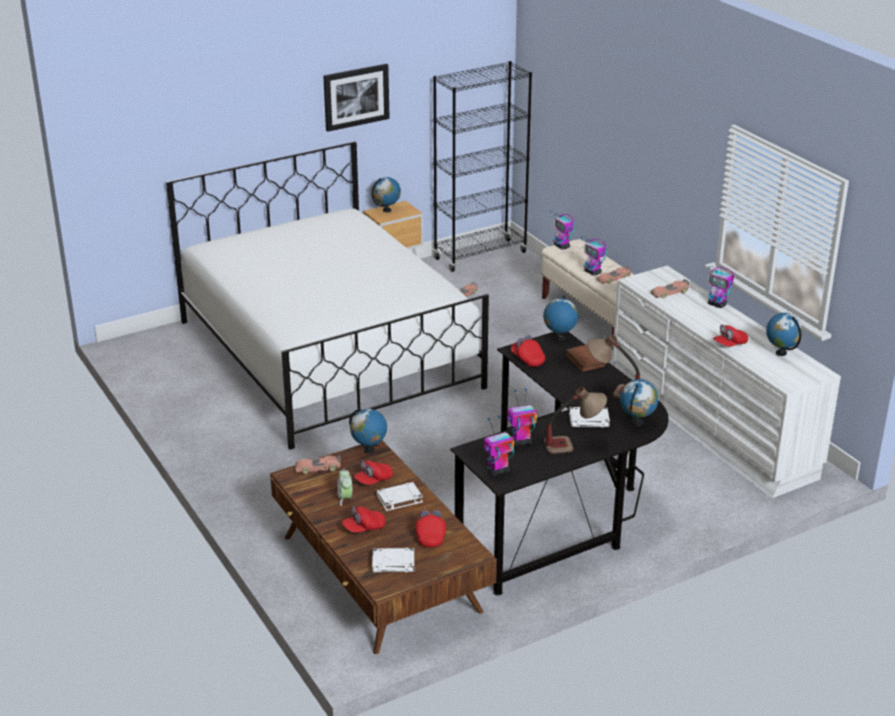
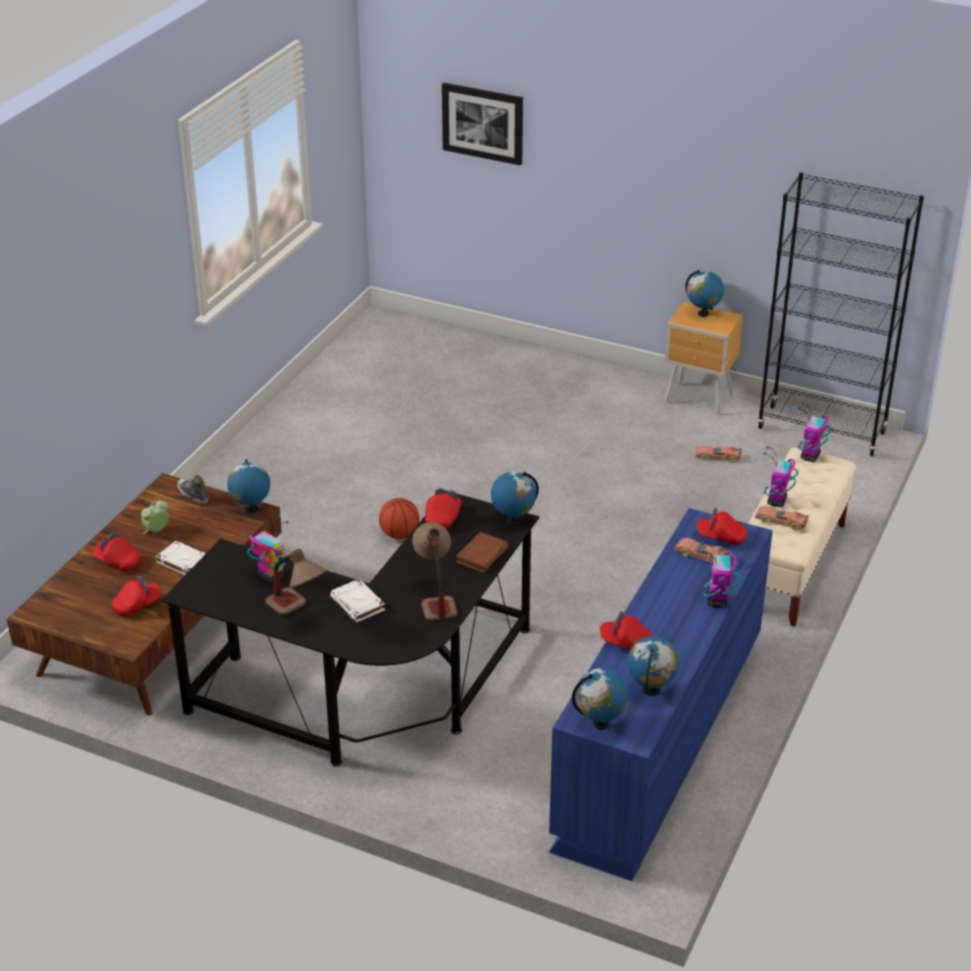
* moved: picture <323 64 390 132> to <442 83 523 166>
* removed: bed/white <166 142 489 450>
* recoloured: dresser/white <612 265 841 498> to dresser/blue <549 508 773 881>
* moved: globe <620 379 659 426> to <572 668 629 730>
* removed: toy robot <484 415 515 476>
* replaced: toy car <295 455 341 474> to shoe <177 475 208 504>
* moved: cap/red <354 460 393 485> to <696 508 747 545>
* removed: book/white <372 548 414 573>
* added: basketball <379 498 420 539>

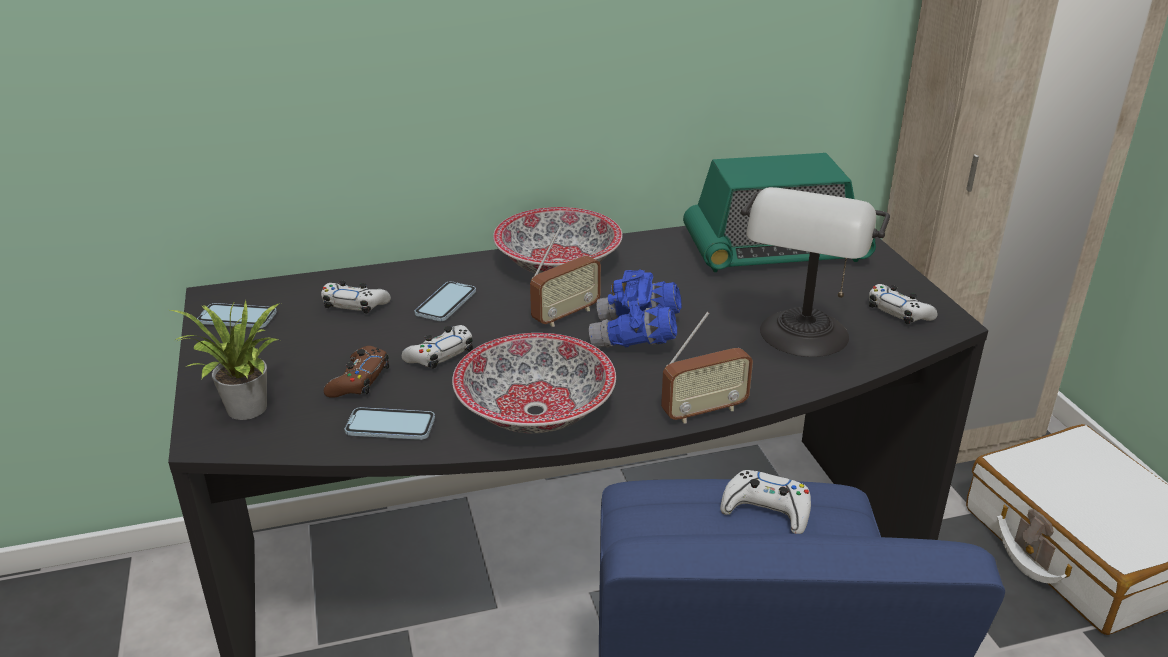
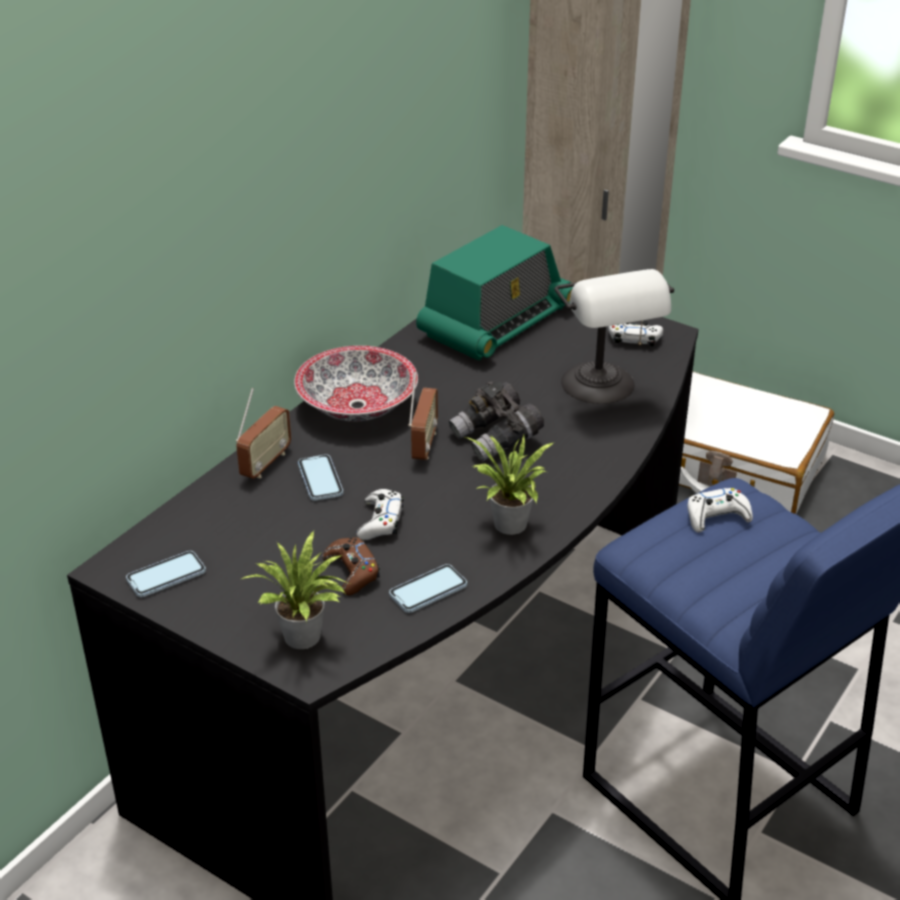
* recoloured: binoculars/blue <589 269 682 348> to binoculars/grey <449 382 544 461>
* removed: game controller/white <321 280 391 314>
* moved: radio <661 312 753 424> to <236 388 291 479>
* replaced: bowl <452 333 616 433> to potted plant <465 435 553 535>

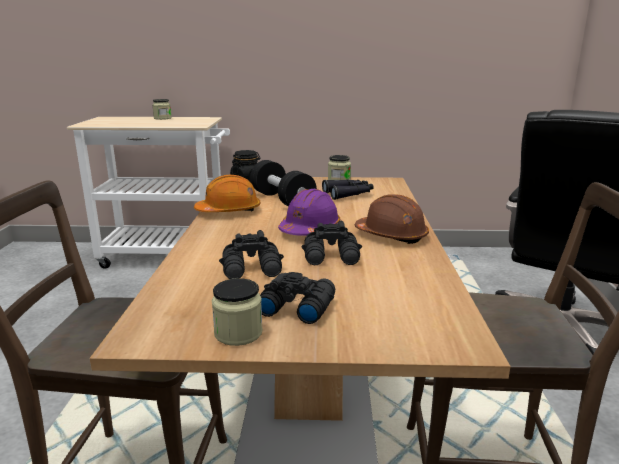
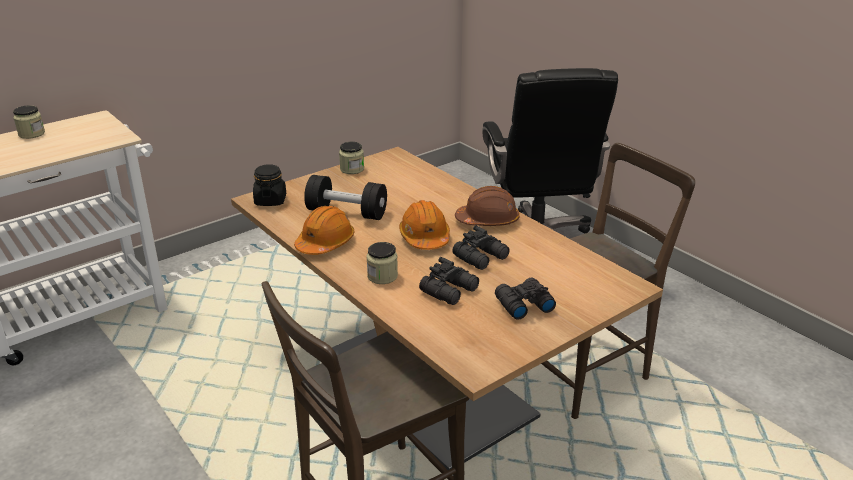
* removed: binoculars/black <322 179 373 200>
* recoloured: hard hat/purple <278 189 340 236> to hard hat/orange <399 200 450 250>
* moved: jar <212 278 263 346> to <367 242 398 284>

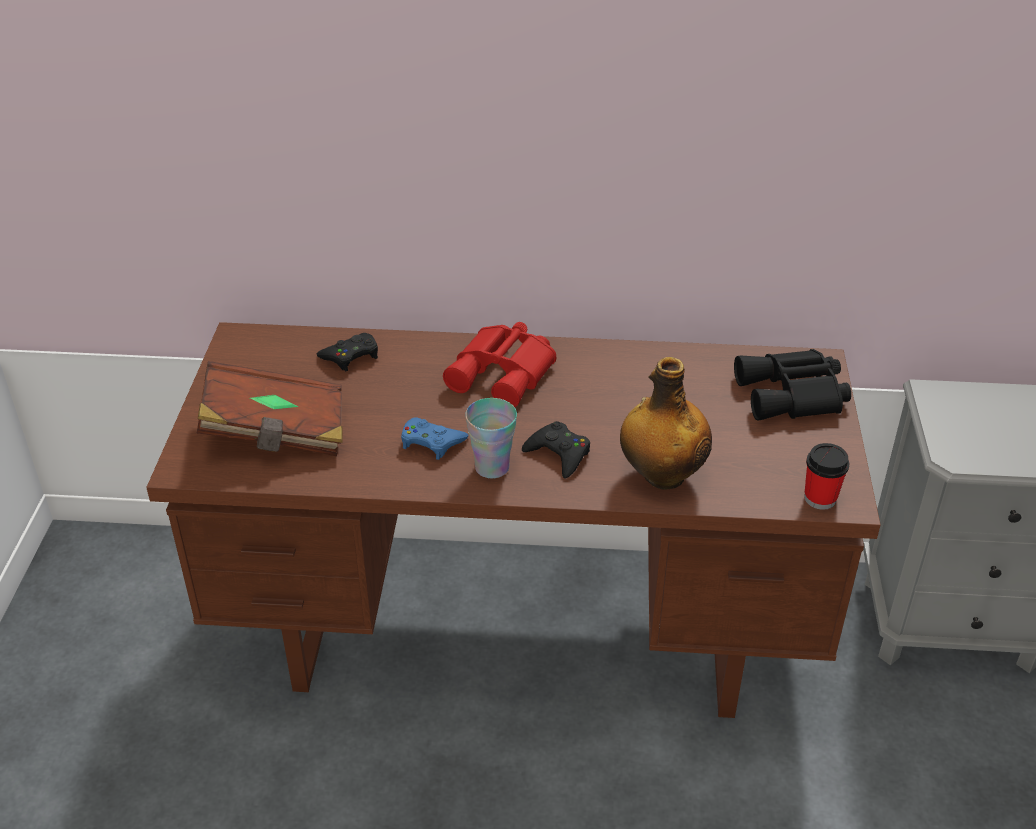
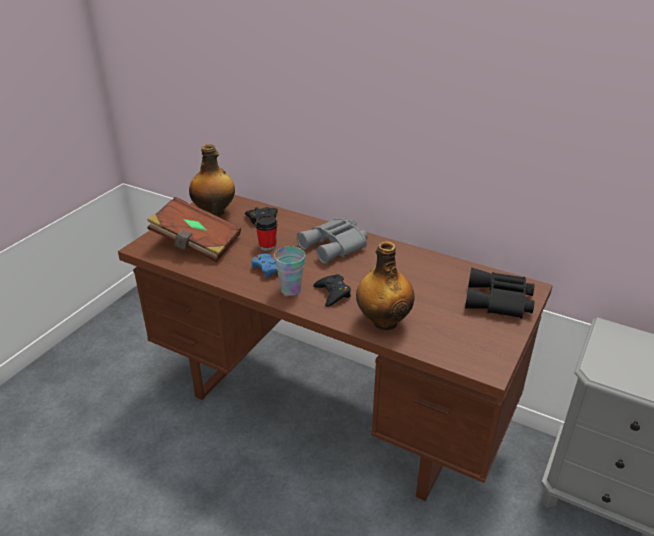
* recoloured: binoculars/red <443 322 556 407> to binoculars/grey <297 218 368 264>
* moved: cup <804 443 849 510> to <255 215 278 251>
* added: bottle <189 144 235 217>

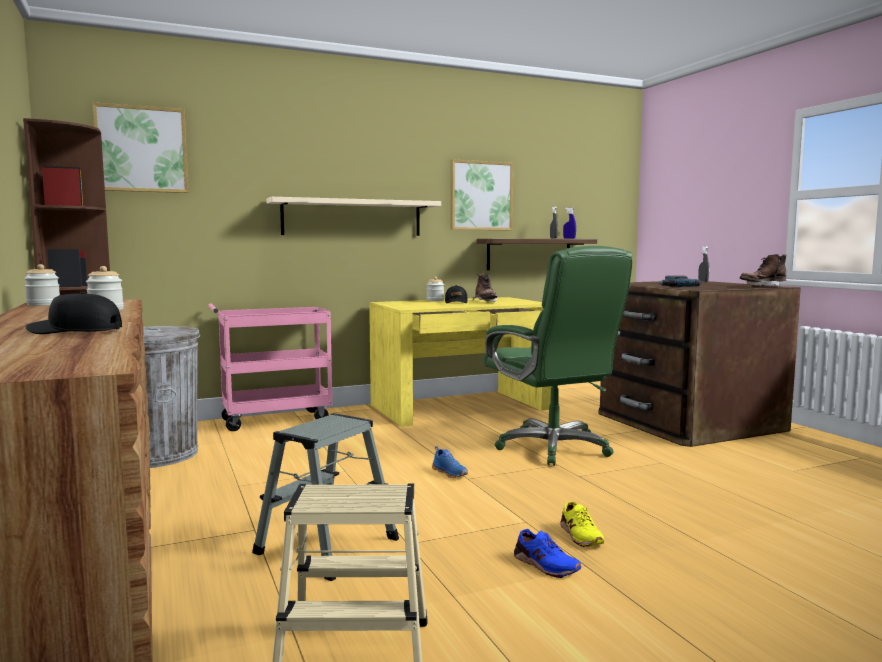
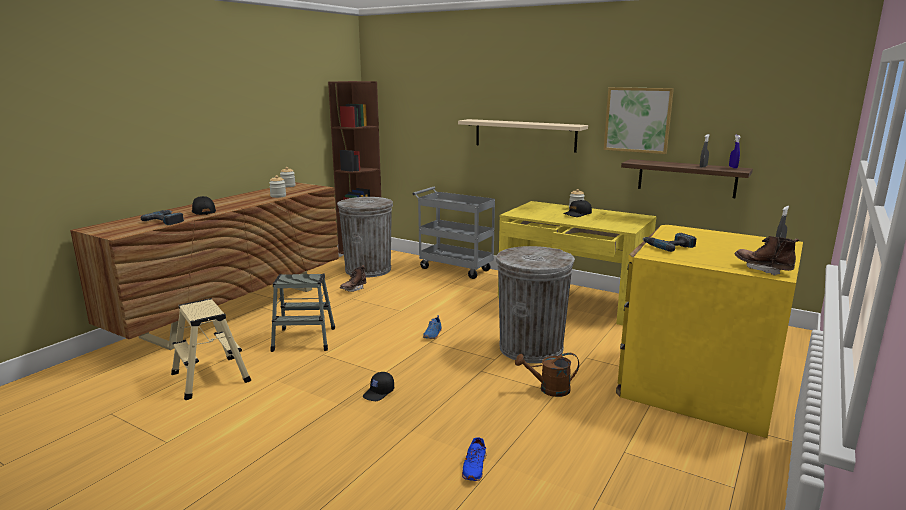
* removed: picture <92 102 188 193>
* replaced: office chair/green <484 246 632 466> to trash can/grey <496 246 575 363>
* moved: boot/brown <473 274 498 302> to <340 265 367 292>
* recoloured: dresser/brown <599 281 801 447> to dresser/yellow <616 225 803 438>
* recoloured: cart/pink <208 303 332 431> to cart/grey <412 186 495 279>
* replaced: shoe/yellow <560 502 604 547> to cap/black <363 372 394 401>
* moved: shoe/blue <514 529 581 578> to <462 437 486 481>
* added: power drill <140 210 184 225>
* added: watering can/brown <515 353 579 397>

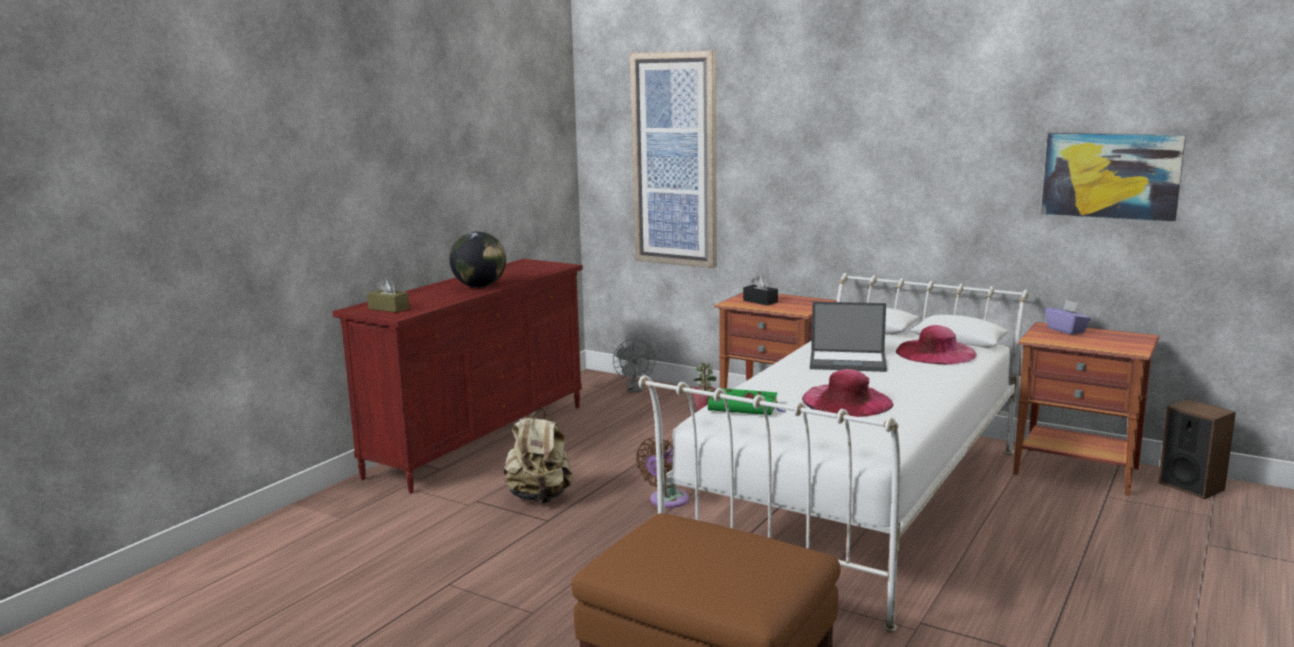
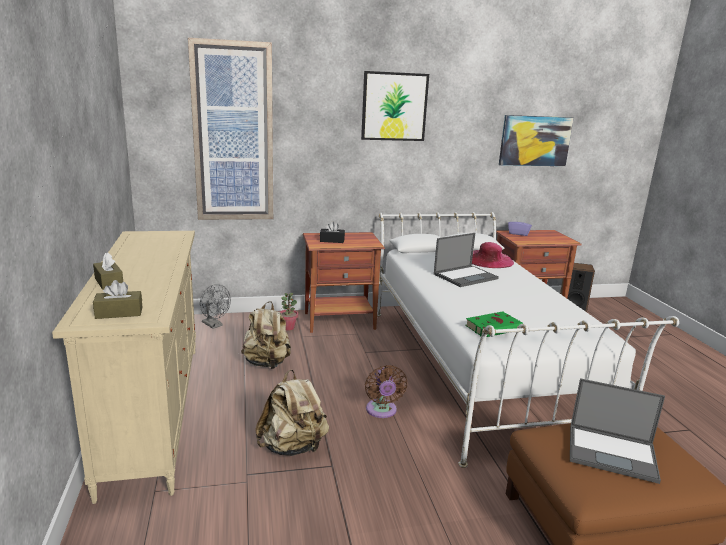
* removed: globe <449 232 506 288>
* recoloured: dresser/red <332 259 583 493> to dresser/beige <52 231 196 504>
* removed: hat/pink <802 369 893 417>
* added: picture <361 71 429 141>
* added: tissue box/brown <93 252 123 290>
* added: backpack/beige <241 301 291 369>
* added: laptop <570 378 665 484>

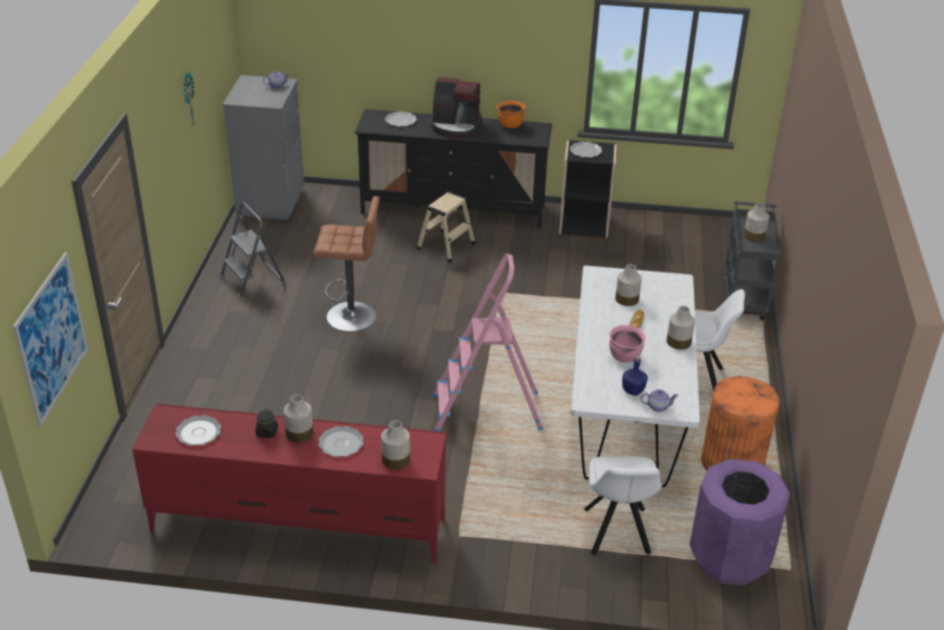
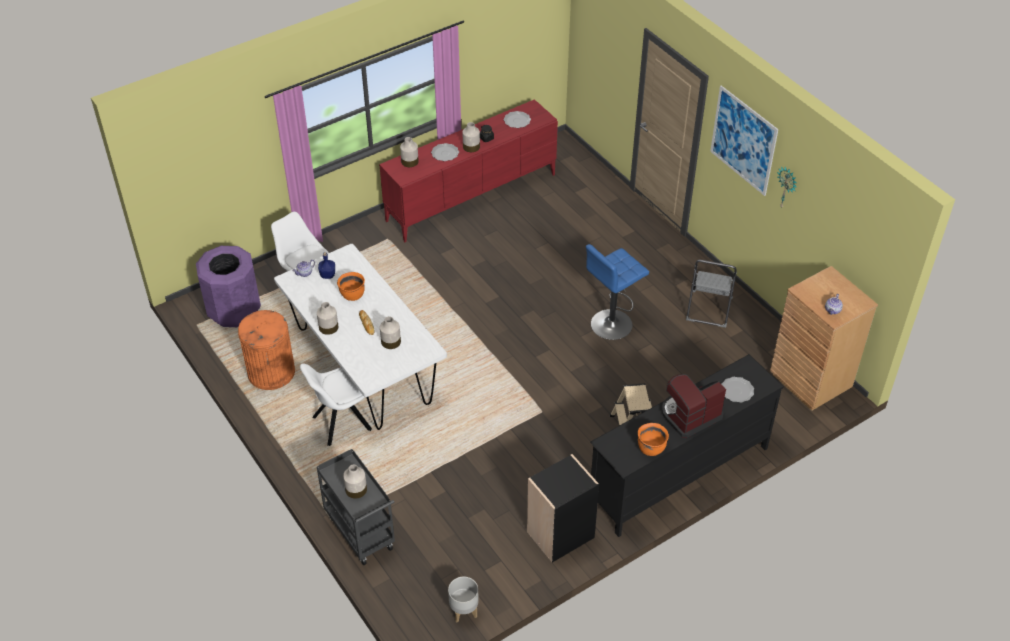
* recoloured: dresser/grey <222 75 305 220> to dresser/brown <770 266 878 411>
* removed: plate <570 142 602 158>
* recoloured: stool/brown <313 196 380 331> to stool/blue <586 244 649 340>
* moved: picture <13 252 88 427> to <710 85 778 196>
* removed: step ladder/pink <433 254 543 431>
* recoloured: cooking pot/pink <609 325 646 363> to cooking pot/orange <337 272 365 301>
* added: planter/grey <448 577 479 623>

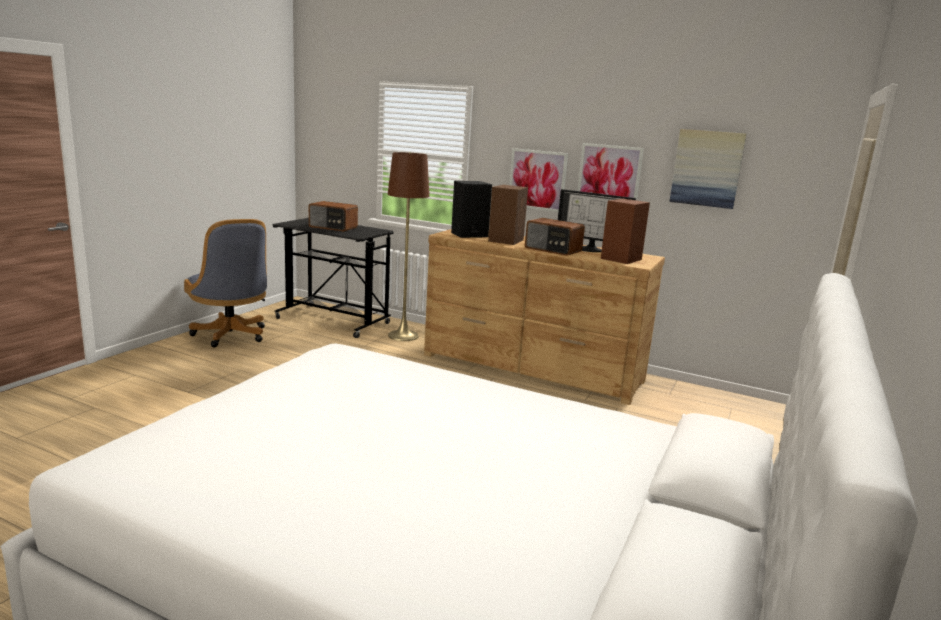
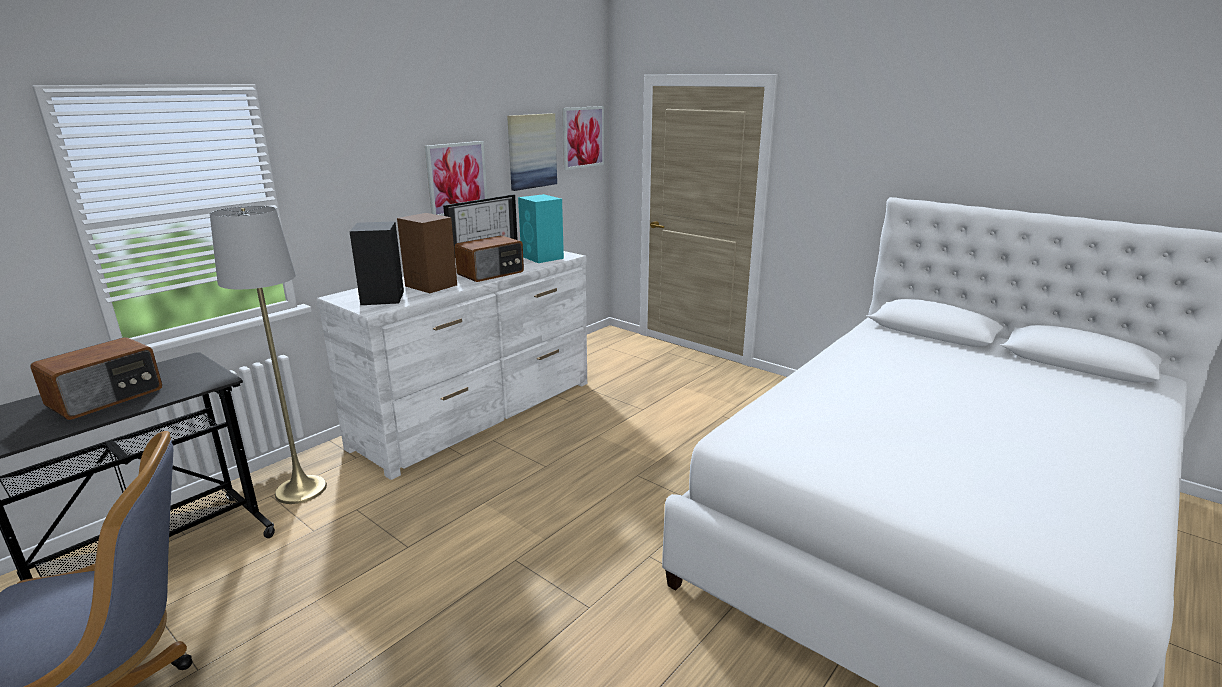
* moved: picture <509 148 568 212> to <562 106 604 170>
* recoloured: floor lamp/brown <388 152 429 341> to floor lamp/grey <210 206 327 504>
* recoloured: speaker/brown <601 199 650 264> to speaker/turquoise <518 194 564 263>
* recoloured: dresser/brown <424 229 665 405> to dresser/white <316 251 587 480>

